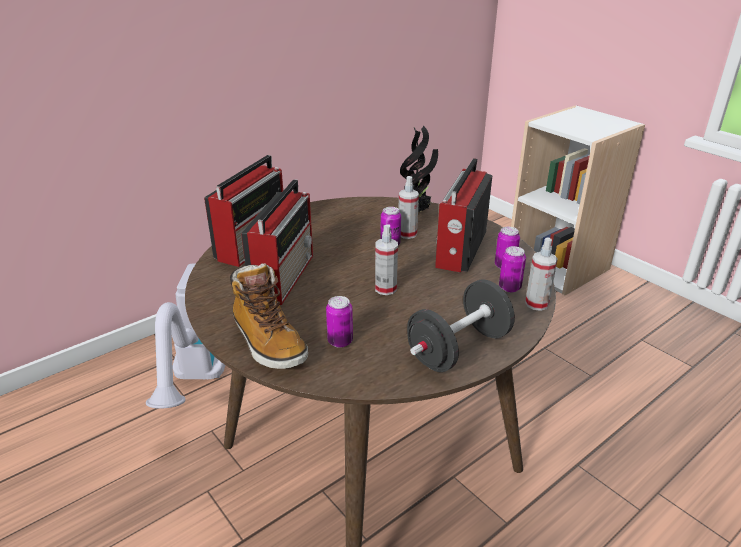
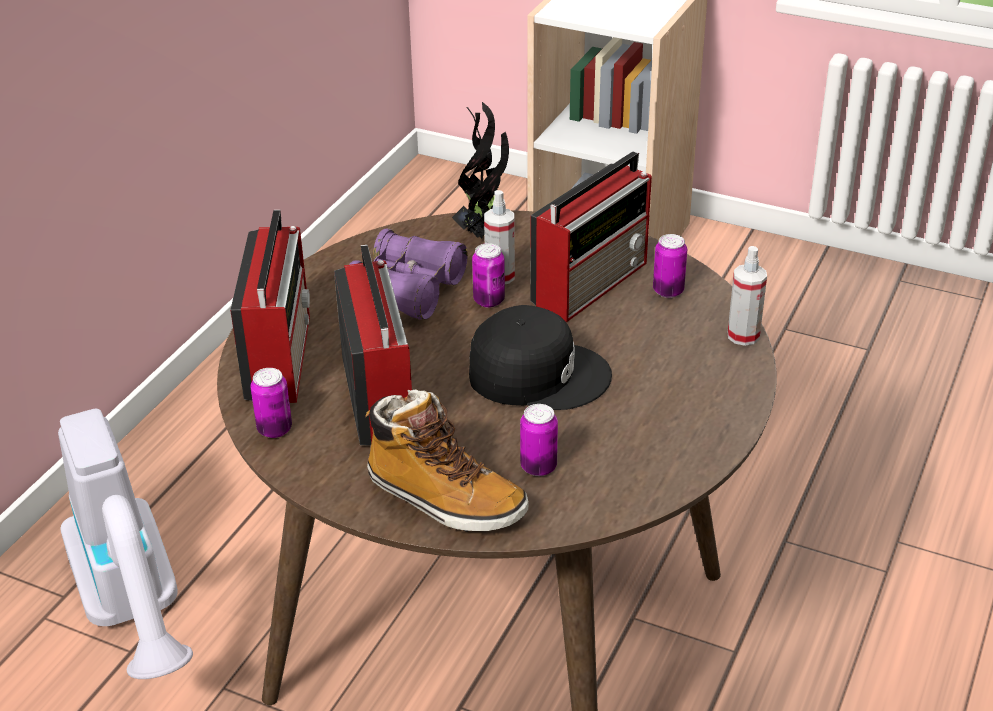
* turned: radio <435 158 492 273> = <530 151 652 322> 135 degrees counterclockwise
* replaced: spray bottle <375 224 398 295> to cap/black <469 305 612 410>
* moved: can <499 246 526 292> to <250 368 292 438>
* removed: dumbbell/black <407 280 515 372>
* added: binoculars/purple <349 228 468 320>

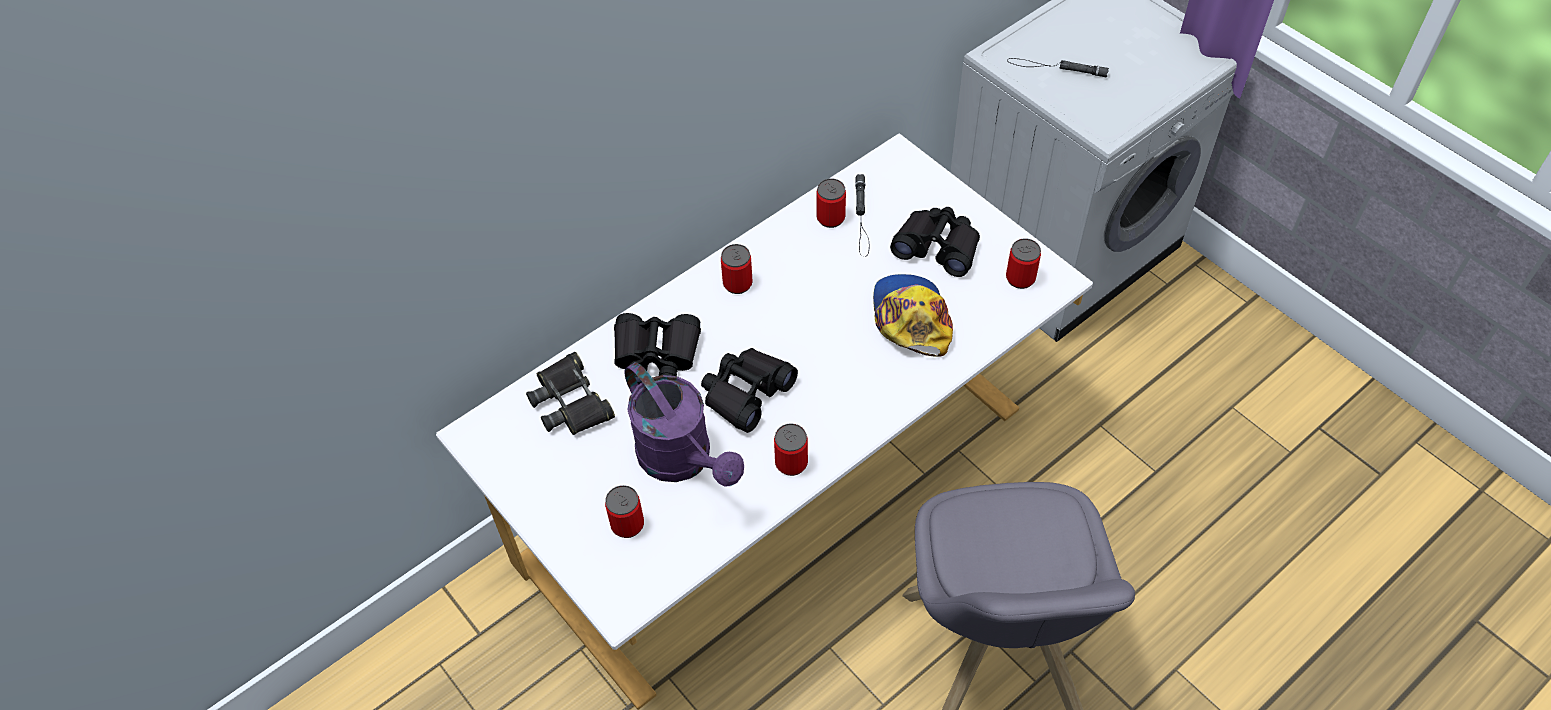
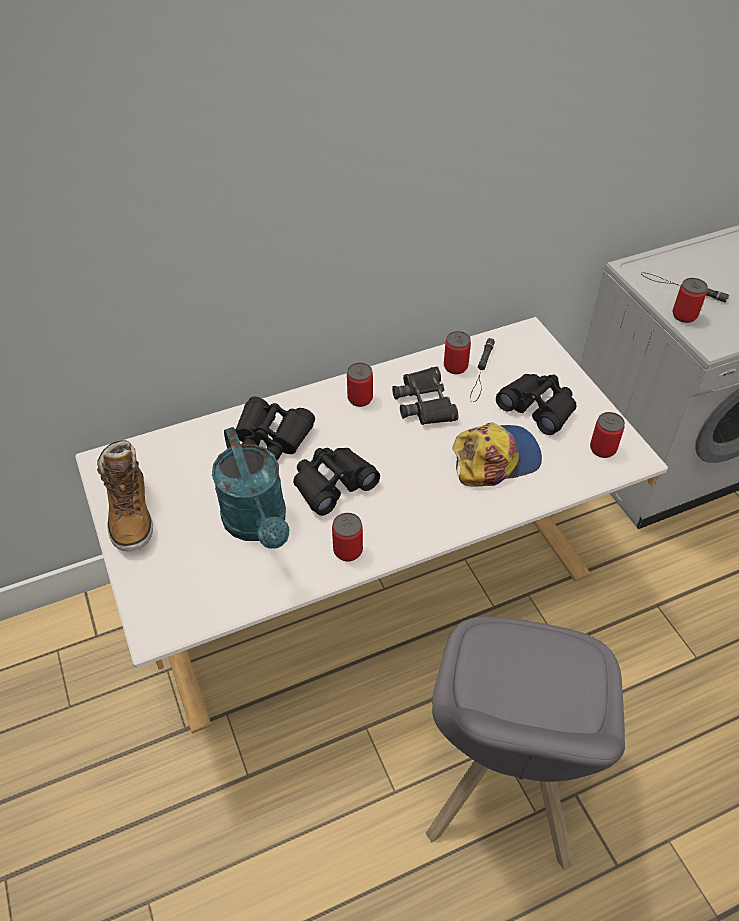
* turned: cap <873 274 953 357> = <452 423 542 486> 60 degrees clockwise
* moved: binoculars/black <526 352 615 435> to <392 367 458 425>
* recoloured: watering can/purple <625 362 744 487> to watering can/turquoise <212 427 289 549>
* moved: can <605 485 644 538> to <673 278 708 323>
* added: boot <97 440 153 551>

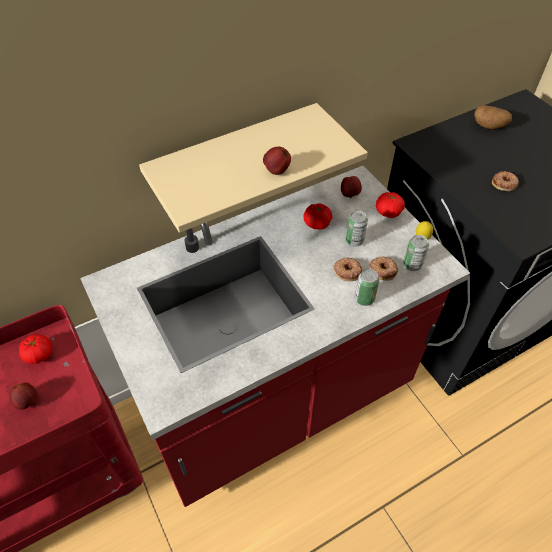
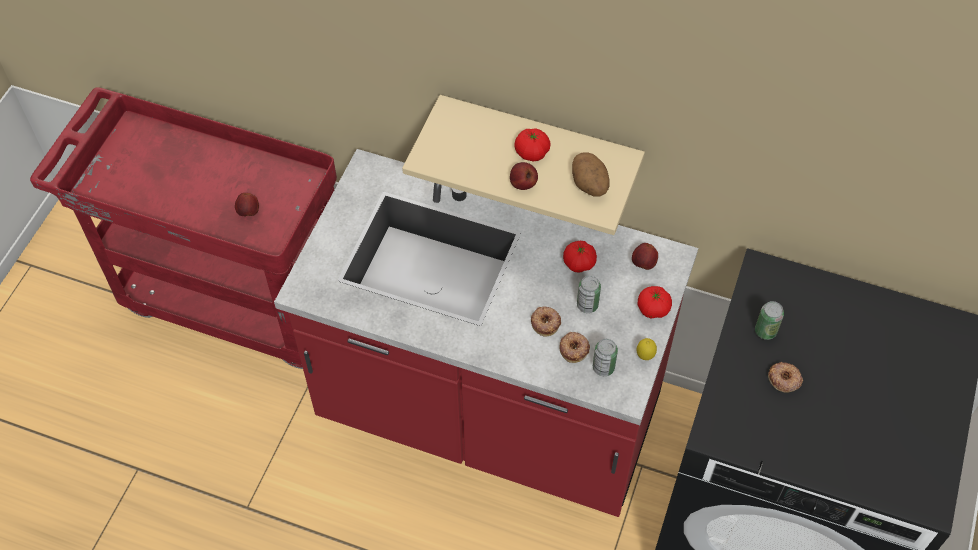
* moved: potato <474 105 512 129> to <572 152 610 197>
* moved: can <355 269 379 306> to <755 301 784 340>
* moved: tomato <19 334 52 364> to <514 128 551 162>

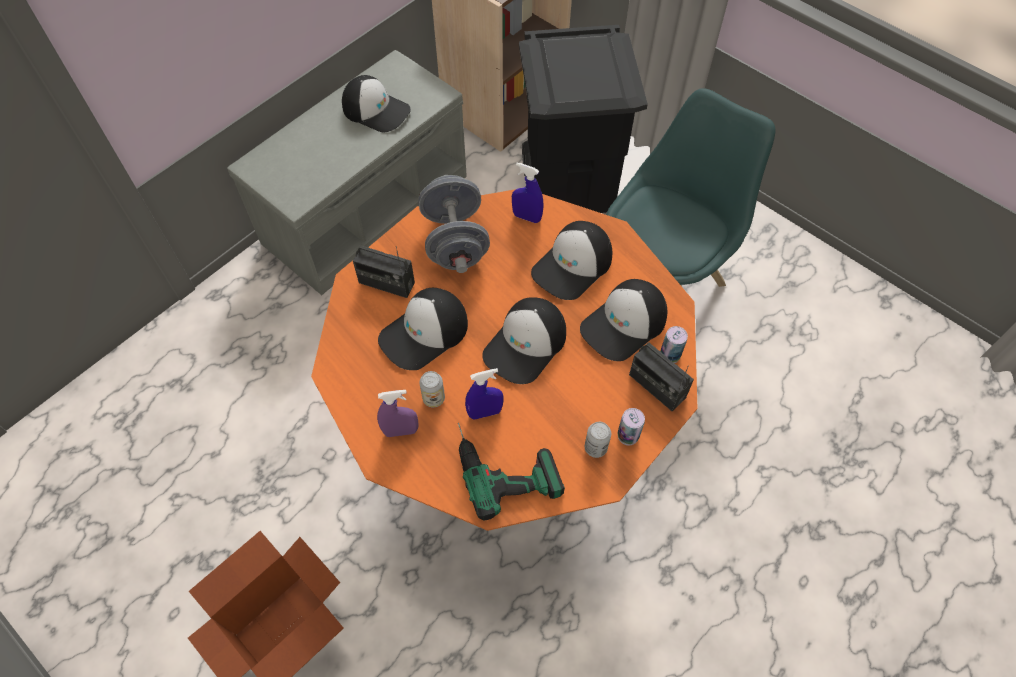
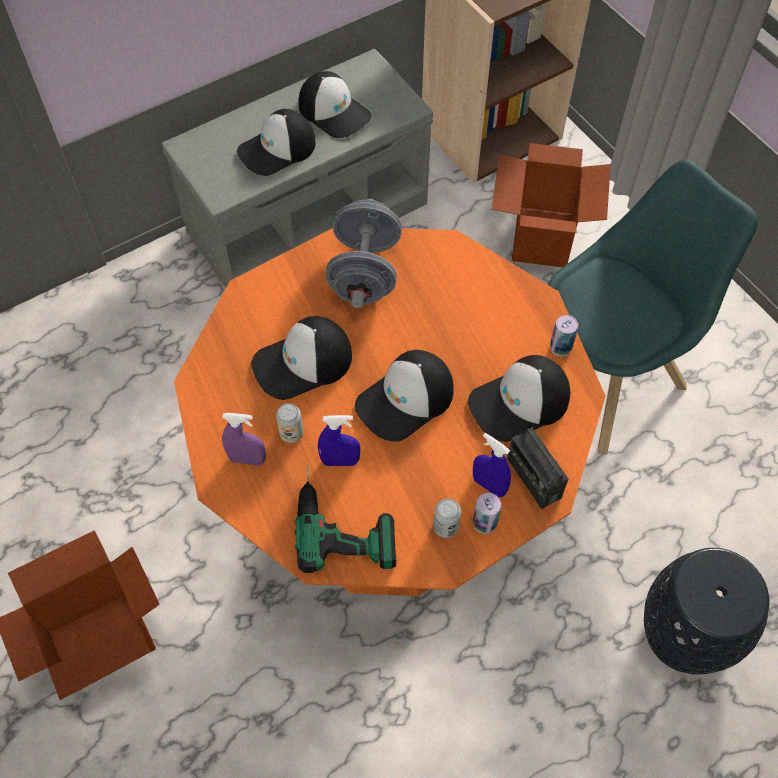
* replaced: trash can/black <519 25 648 213> to cardboard box <492 143 611 267>
* moved: spray bottle/blue <512 163 544 223> to <473 433 511 497>
* moved: cap <531 221 612 300> to <237 109 316 176>
* removed: radio <353 246 415 298>
* moved: can <660 326 688 363> to <550 315 578 357>
* added: stool/black <644 548 769 675>

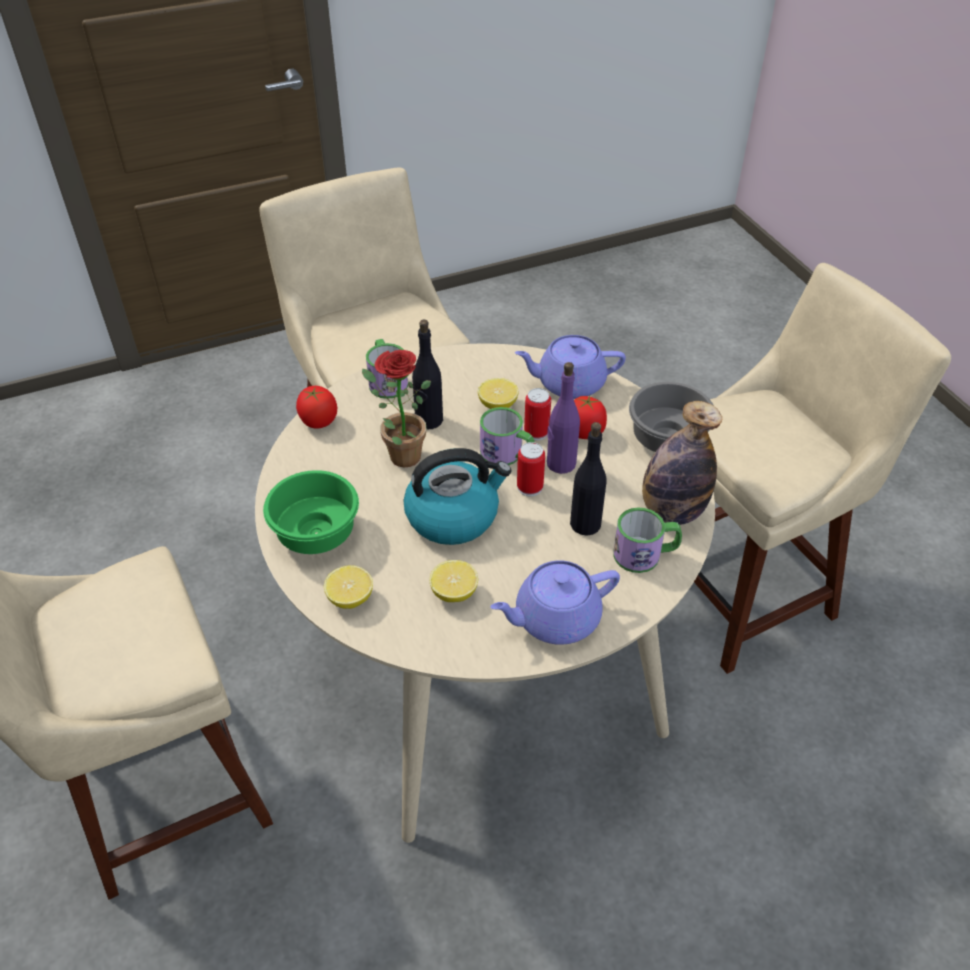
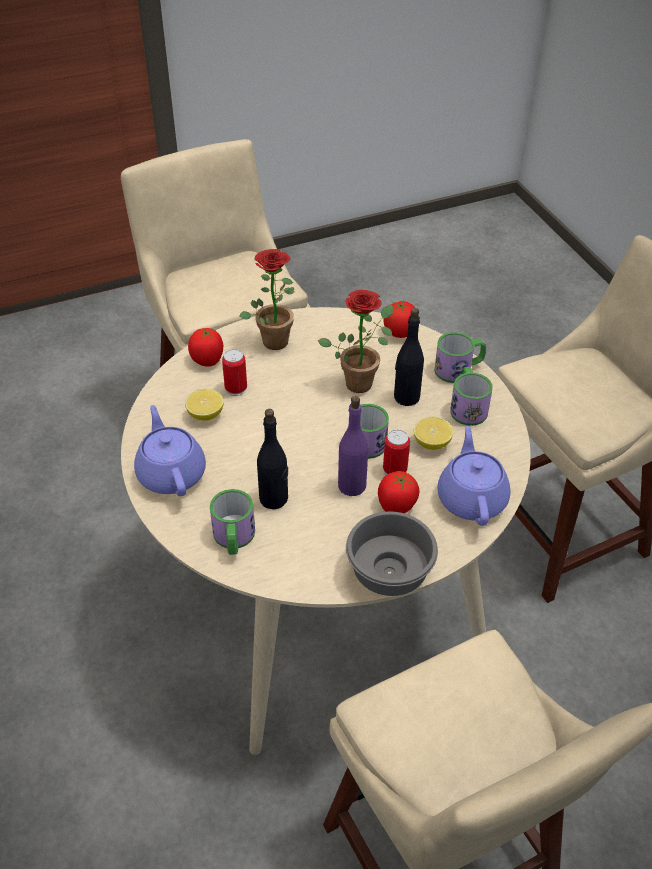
* removed: bottle <642 401 722 525>
* moved: can <517 442 545 496> to <222 349 247 396>
* removed: kettle <404 448 511 545>
* replaced: bowl/green <263 470 359 554> to potted plant <240 249 294 350>
* replaced: lemon <324 565 373 609> to tomato <188 328 223 367>
* added: mug <450 367 493 426>

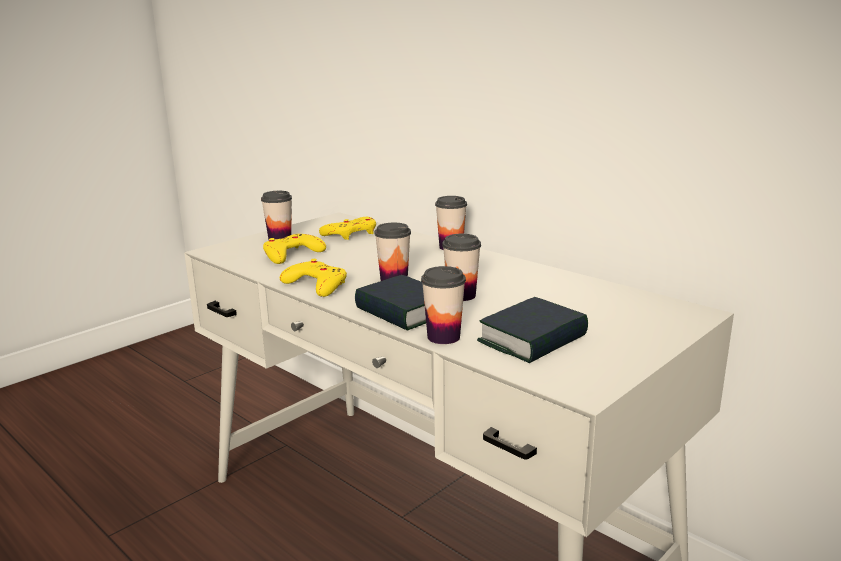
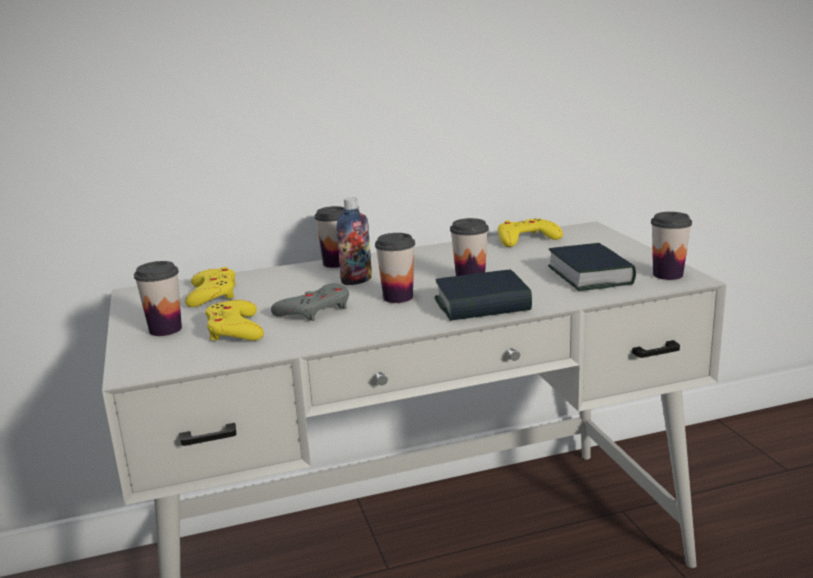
* moved: game controller/yellow <280 259 347 297> to <498 219 563 247>
* moved: cup <421 266 466 344> to <651 212 692 280>
* added: bottle <336 197 372 285>
* added: game controller/grey <271 283 349 321>

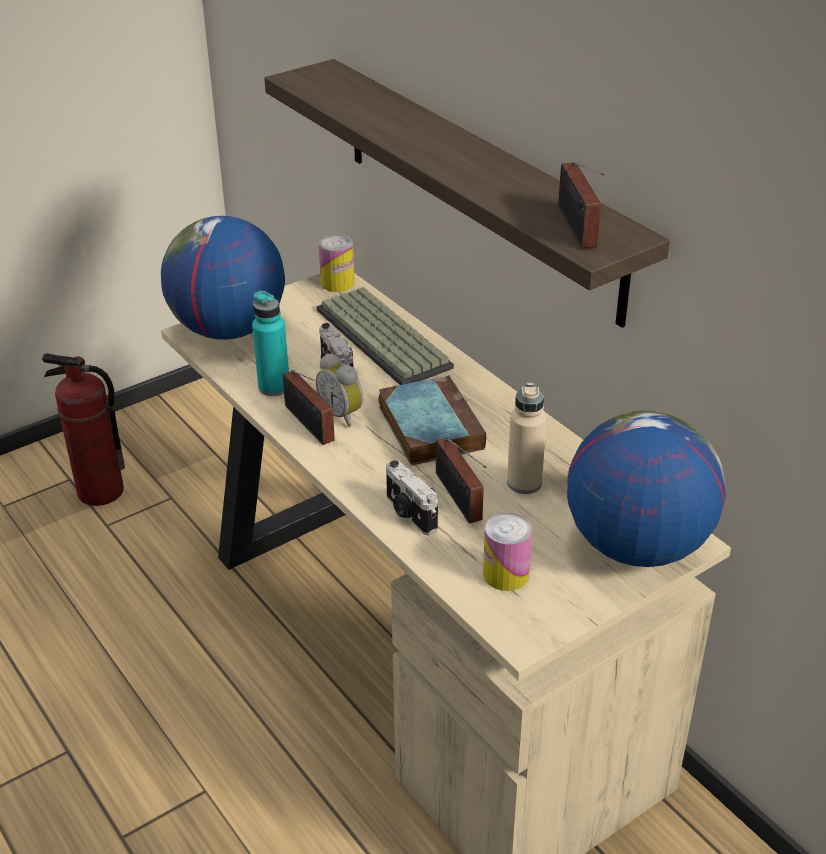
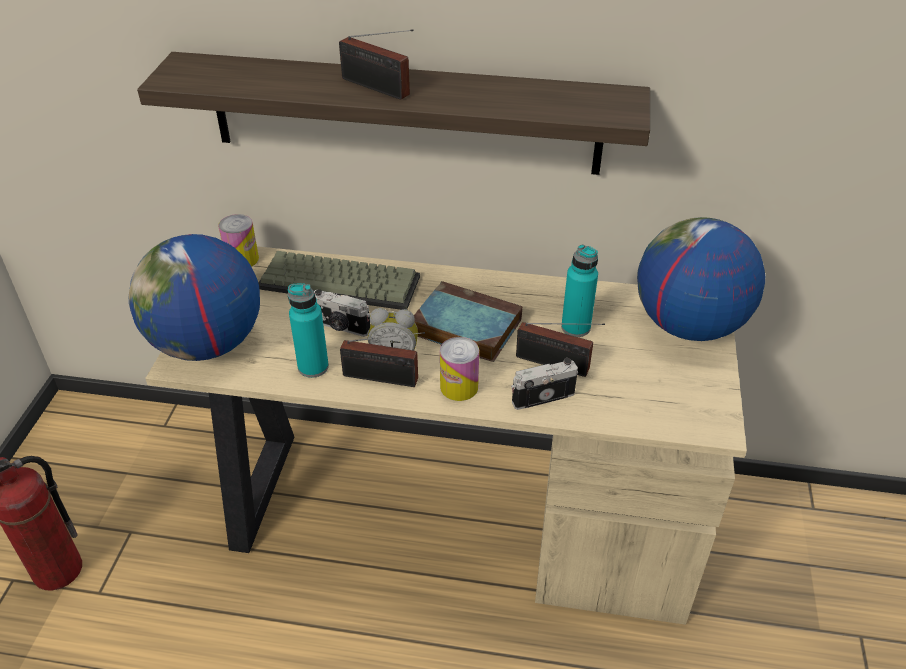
* moved: radio <558 162 604 249> to <339 29 413 100>
* recoloured: bottle/beige <507 382 547 494> to bottle/turquoise <561 244 598 337>
* turned: photo camera <386 460 438 535> = <511 358 578 410> 150 degrees clockwise
* moved: can <483 513 532 591> to <440 337 479 401>

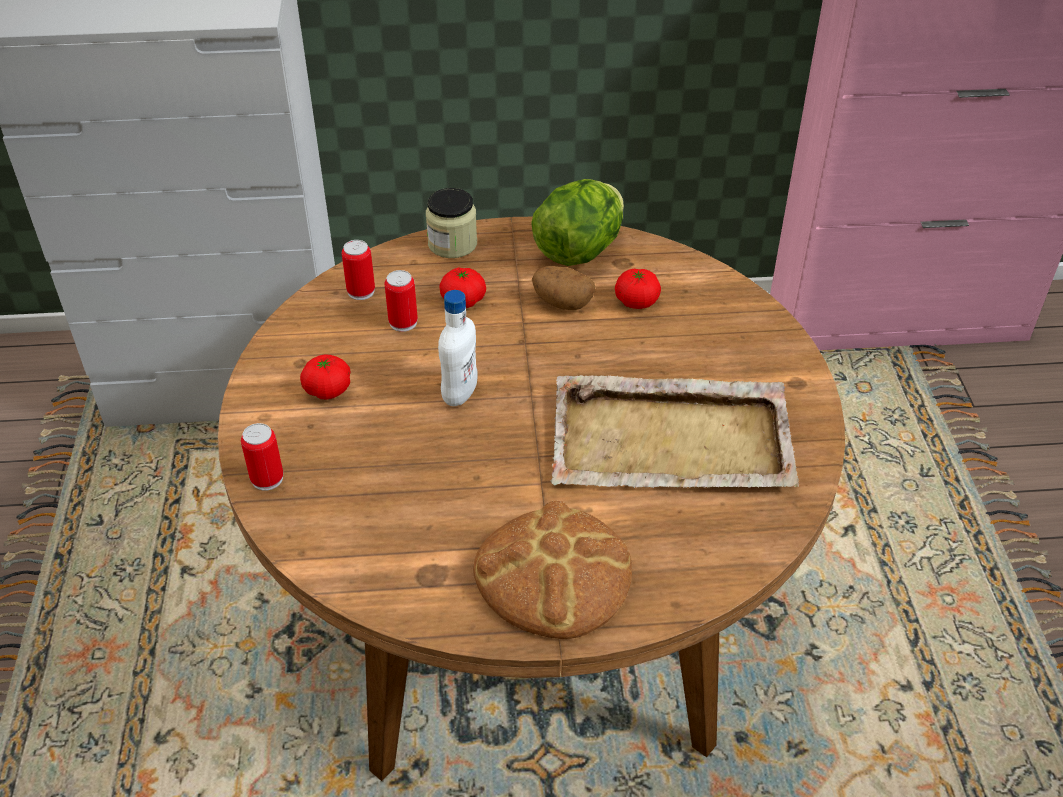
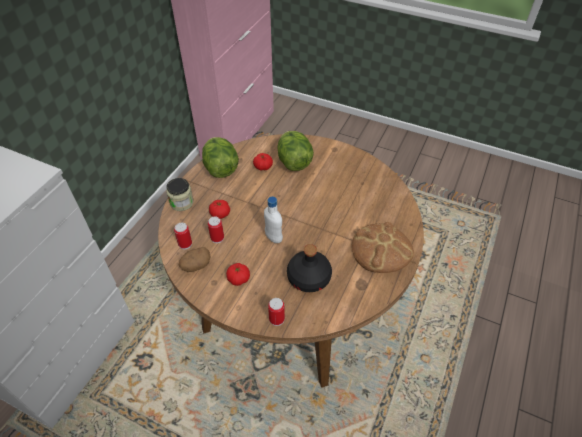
* moved: potato <532 266 595 310> to <179 247 211 272>
* removed: tray/beige <551 375 799 488>
* added: lettuce <278 131 314 171>
* added: bottle/black <287 244 332 292>

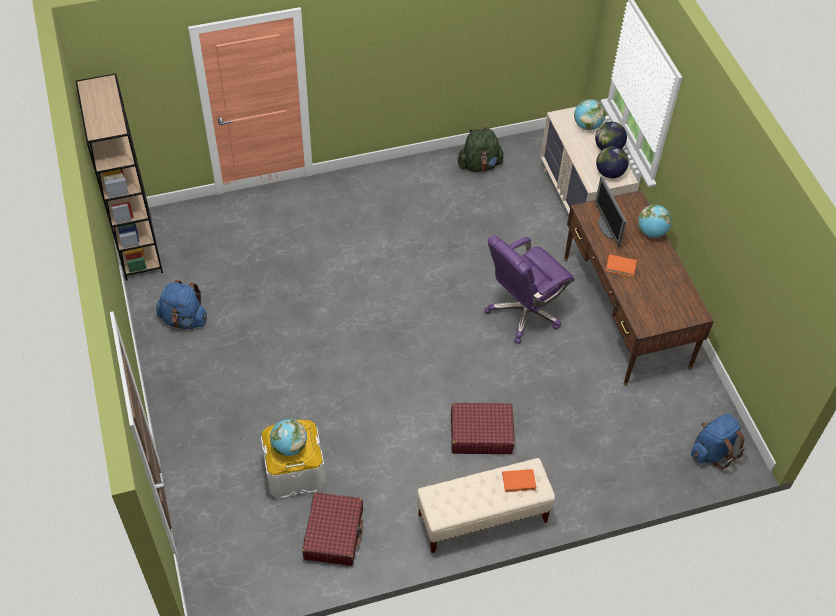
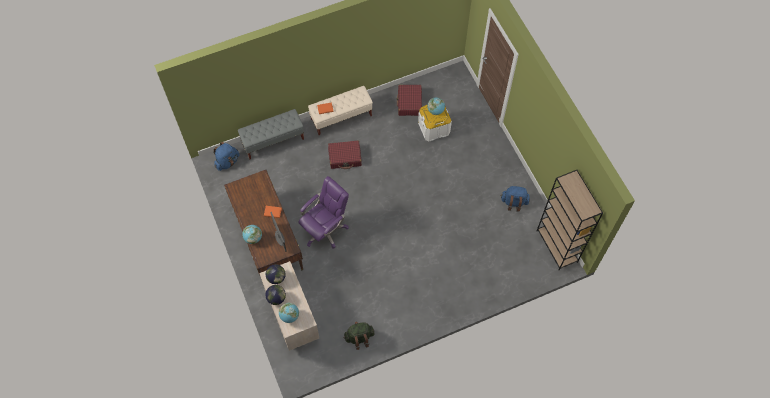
* added: bench/grey <238 109 304 160>

